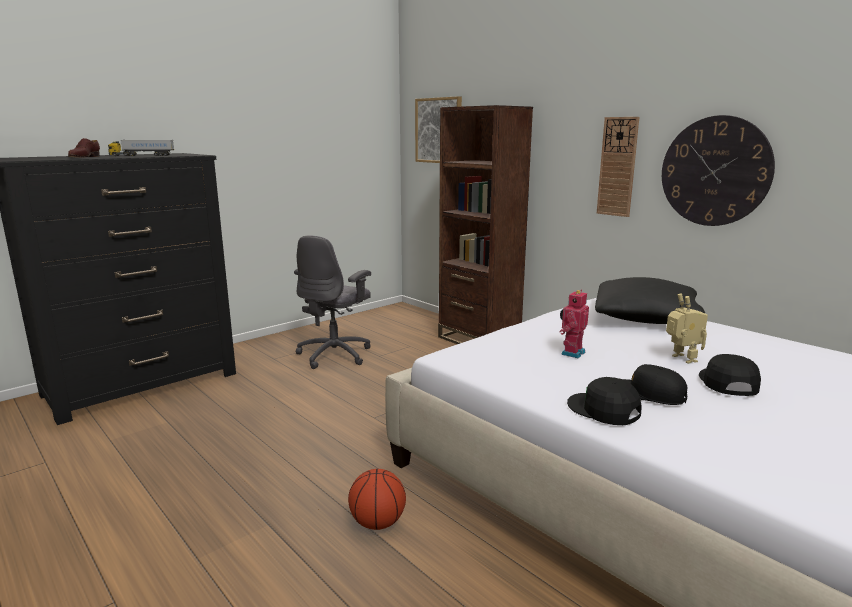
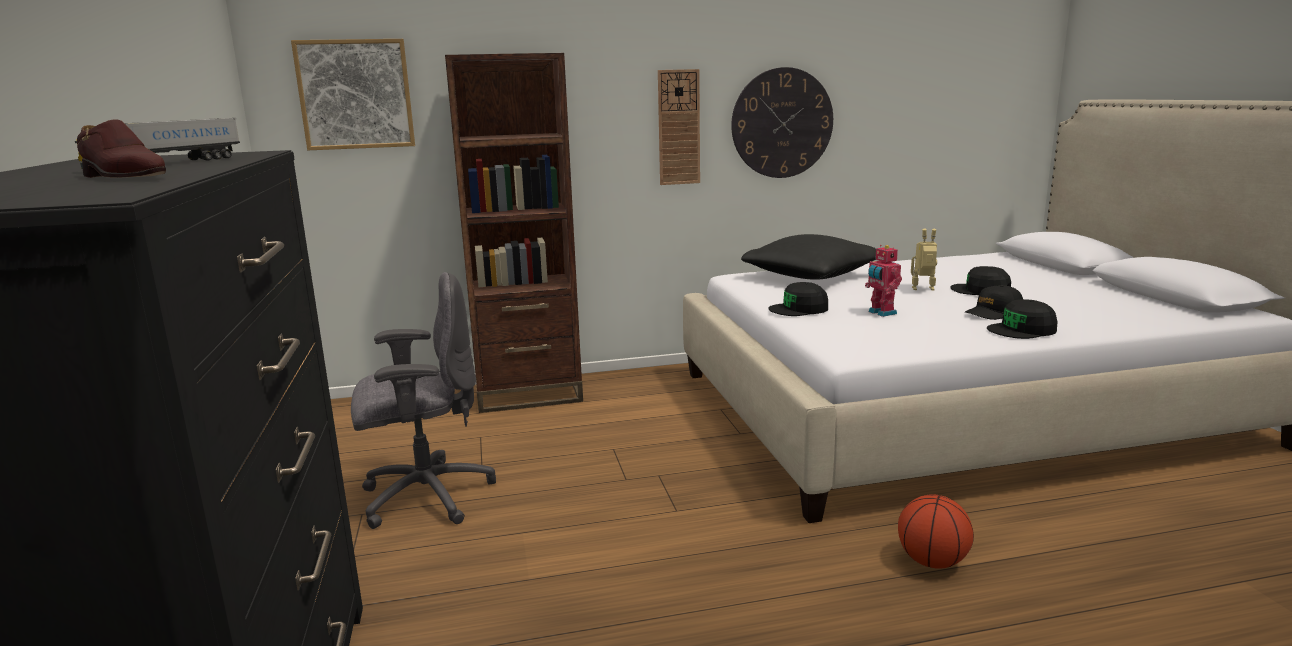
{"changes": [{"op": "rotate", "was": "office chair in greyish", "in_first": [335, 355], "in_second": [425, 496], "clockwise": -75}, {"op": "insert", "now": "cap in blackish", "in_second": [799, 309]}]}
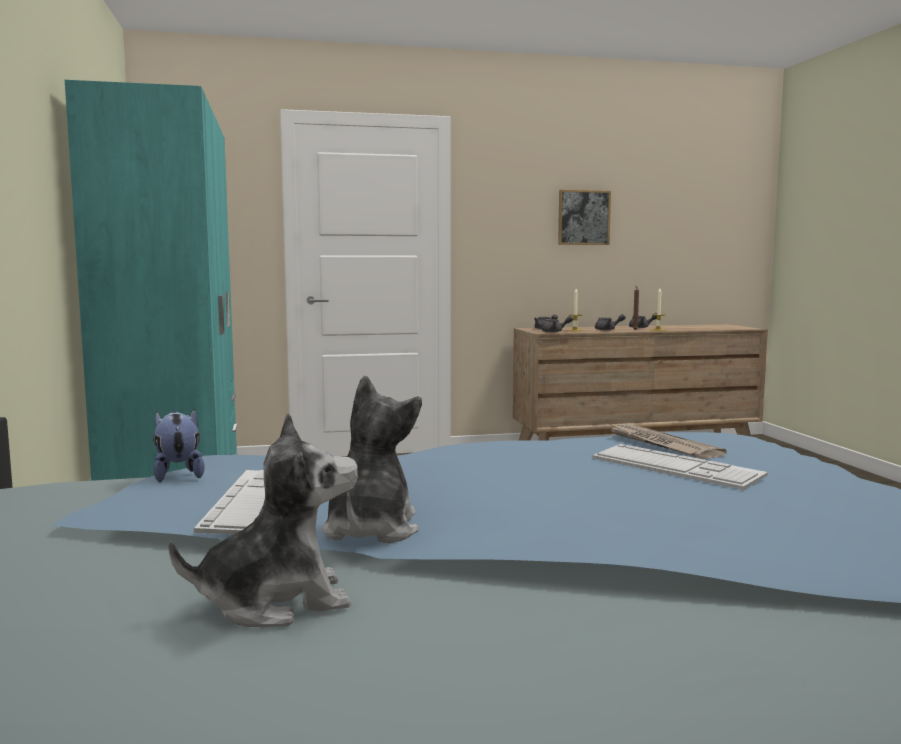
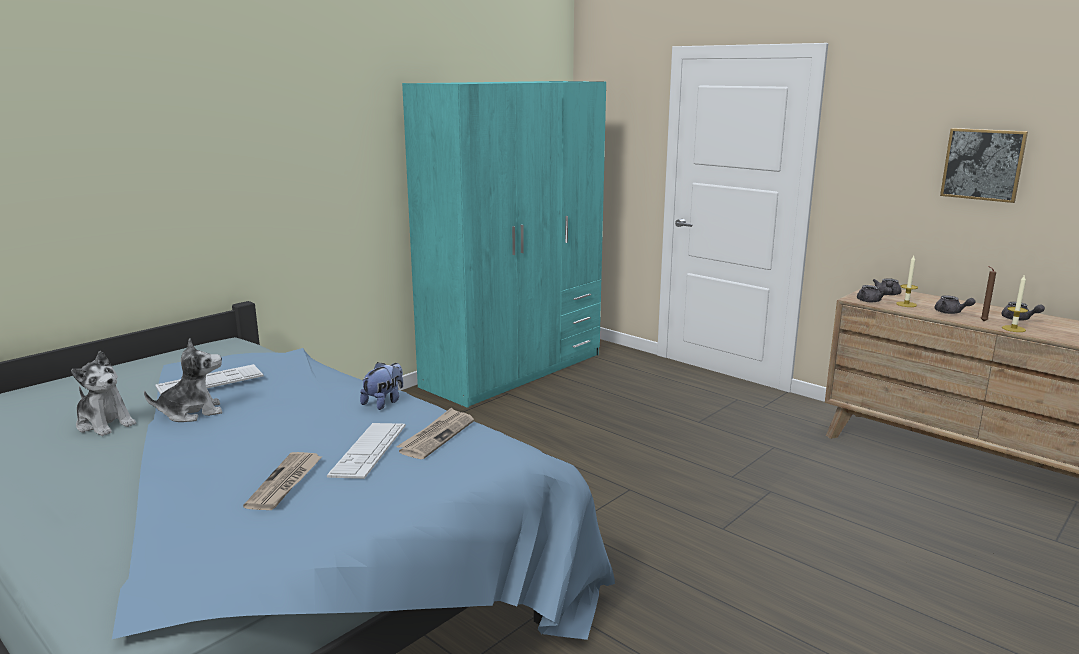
{"changes": [{"op": "move", "was": "cuddly toy", "in_first": [178, 474], "in_second": [384, 402]}, {"op": "insert", "now": "printed paper", "in_second": [285, 483]}]}
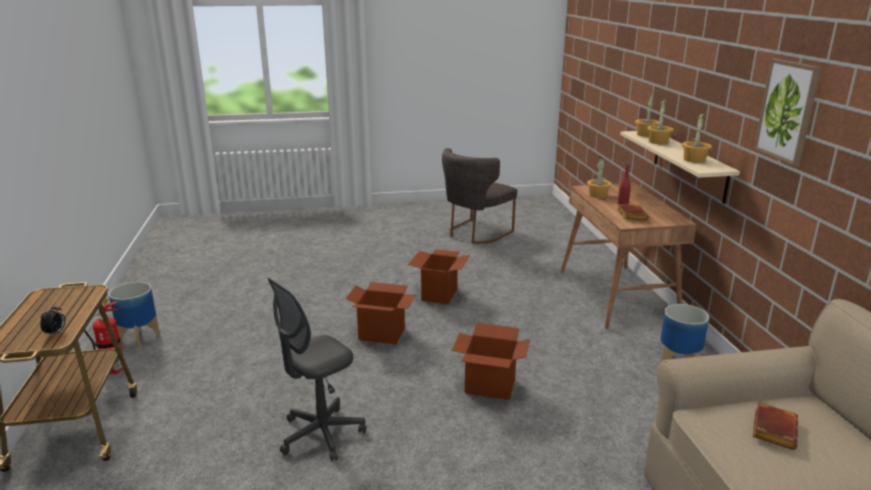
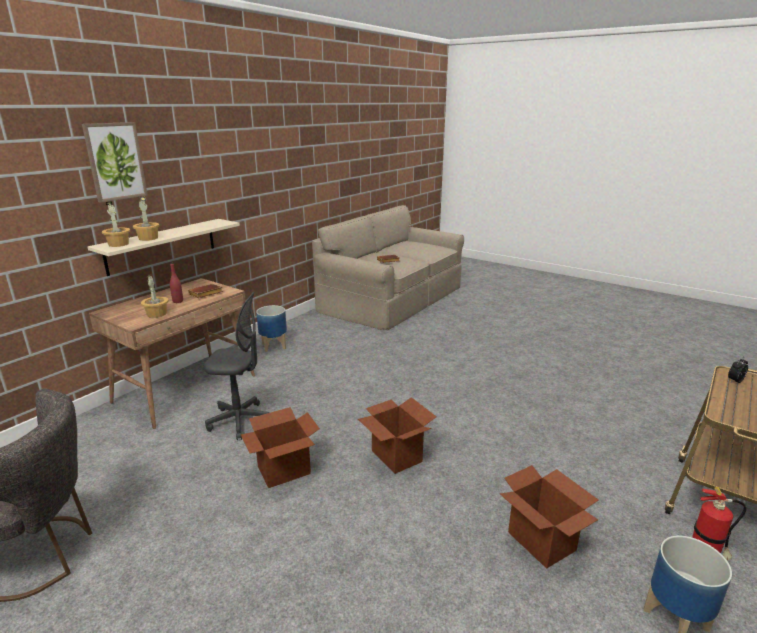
{"changes": [{"op": "move", "was": "office chair in greyish", "in_first": [321, 434], "in_second": [240, 421]}, {"op": "move", "was": "cardboard box", "in_first": [489, 386], "in_second": [541, 541]}, {"op": "delete", "was": "plant in a pot", "in_first": [694, 160]}, {"op": "move", "was": "picture", "in_first": [787, 111], "in_second": [115, 161]}]}
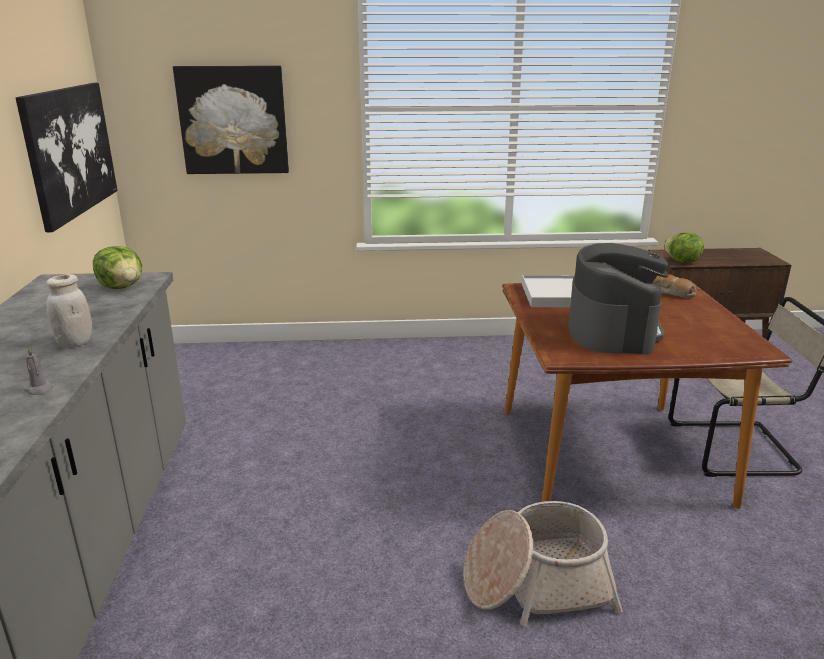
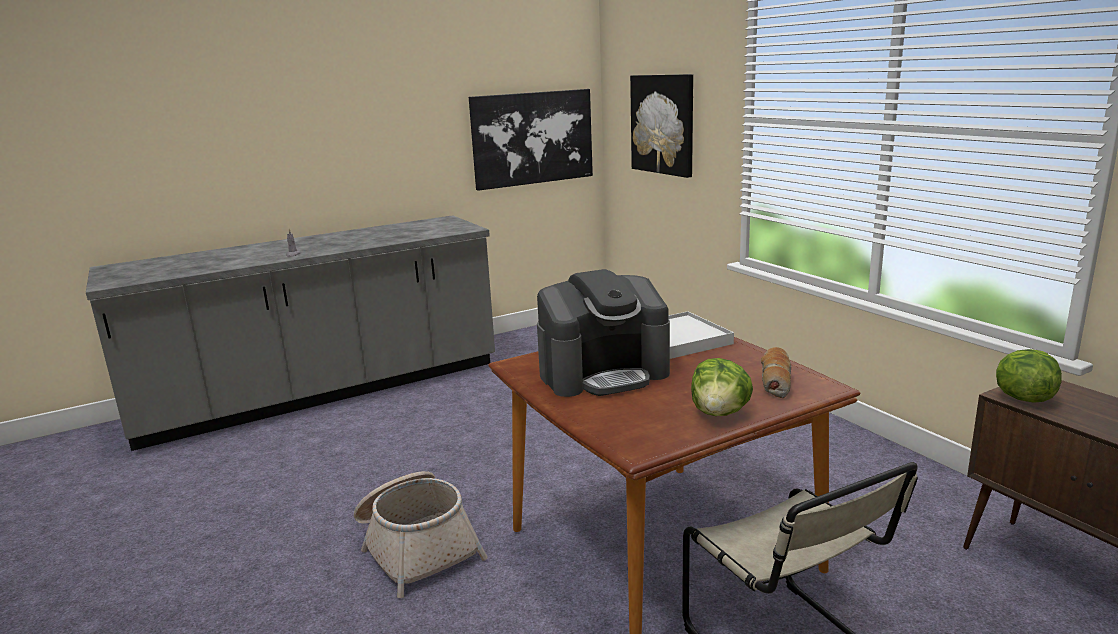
{"changes": [{"op": "delete", "was": "storage jar in whitish", "in_first": [75, 343]}, {"op": "move", "was": "lettuce head", "in_first": [122, 287], "in_second": [720, 413]}]}
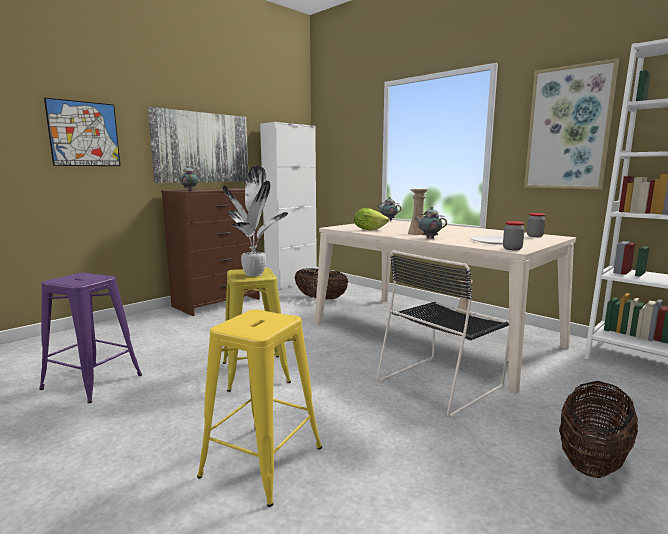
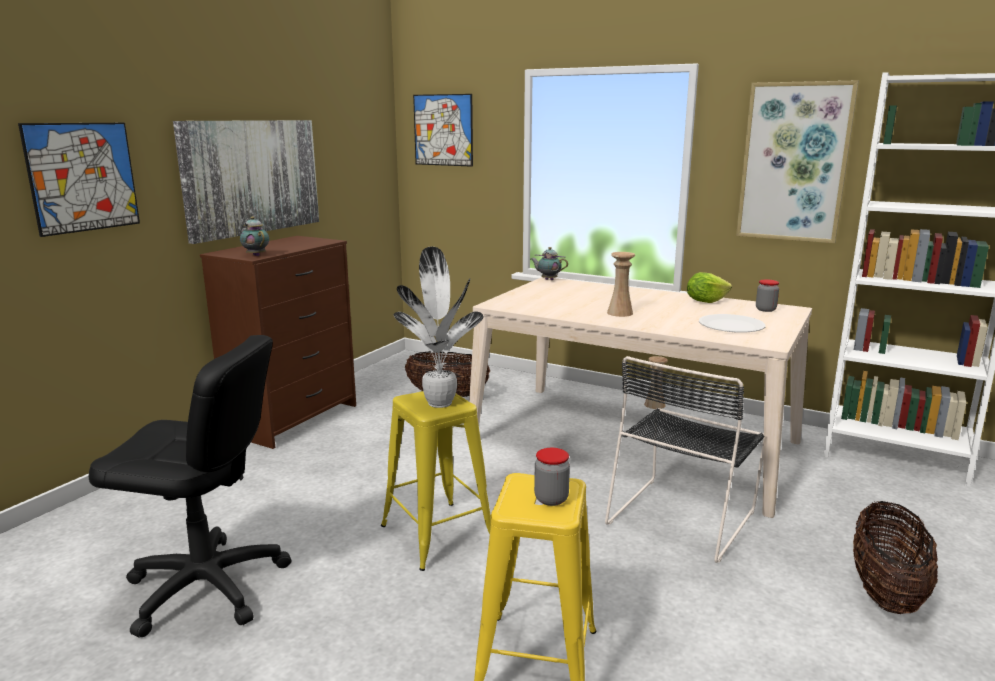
{"changes": [{"op": "replace", "was": "stool seat in purplish", "now": "office chair in blackish", "in_first": [92, 382], "in_second": [206, 587]}, {"op": "delete", "was": "cupboard in whitish", "in_first": [291, 283]}, {"op": "move", "was": "lettuce head", "in_first": [369, 229], "in_second": [705, 301]}, {"op": "delete", "was": "pot for tea", "in_first": [429, 238]}, {"op": "move", "was": "storage jar", "in_first": [512, 249], "in_second": [551, 499]}, {"op": "insert", "now": "picture", "in_second": [443, 130]}]}
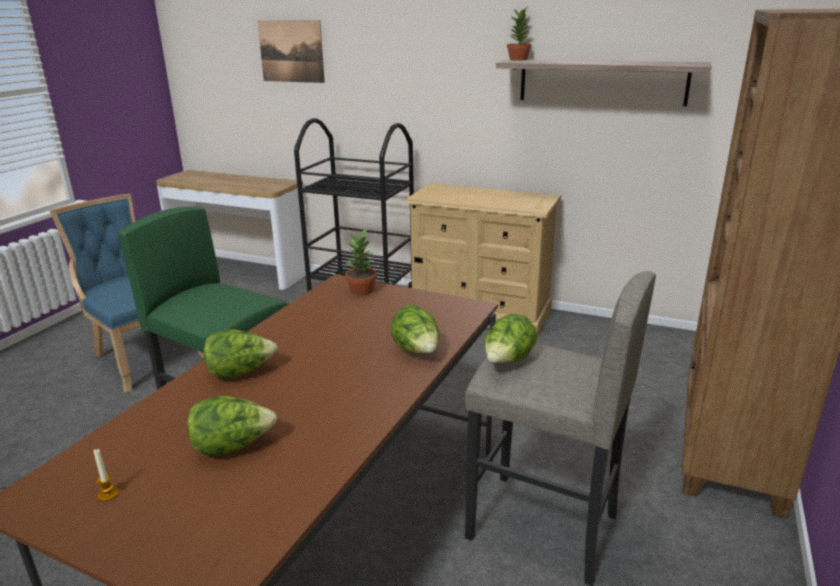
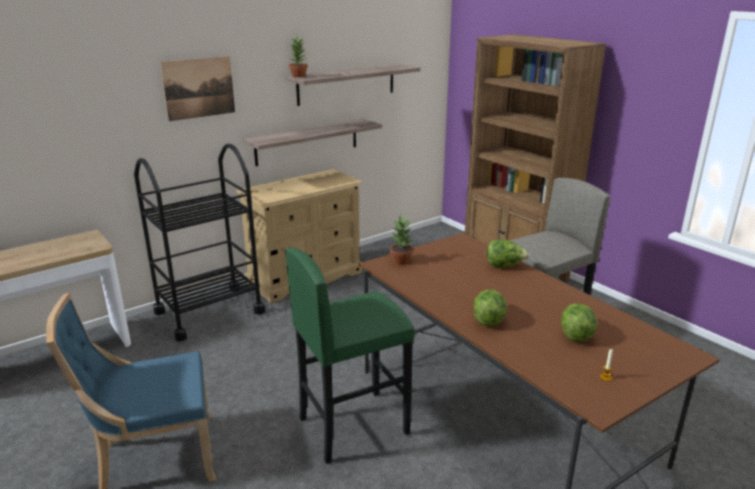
{"changes": [{"op": "move", "was": "picture", "in_first": [291, 51], "in_second": [199, 88]}, {"op": "delete", "was": "lettuce head", "in_first": [508, 362]}, {"op": "insert", "now": "shelf", "in_second": [307, 142]}]}
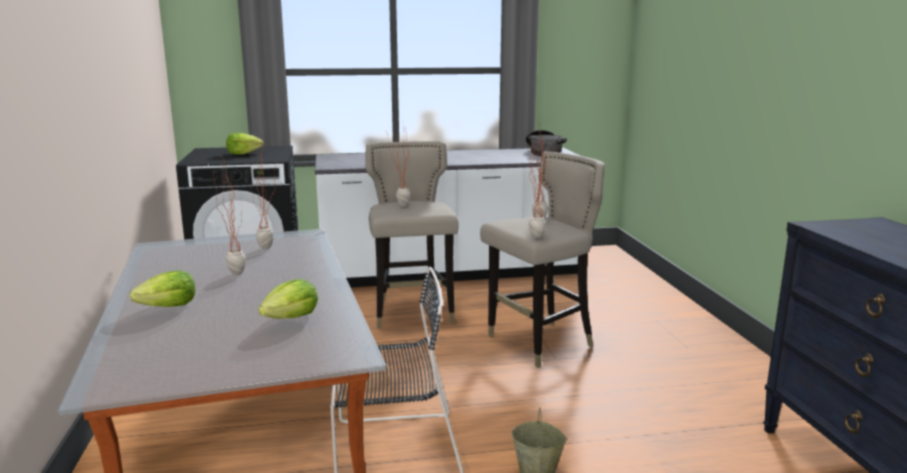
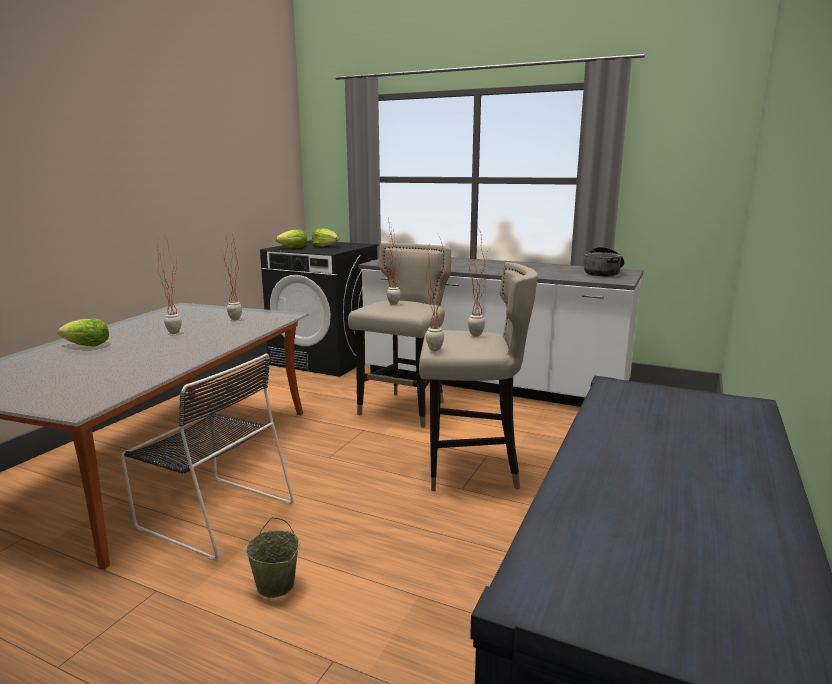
{"changes": [{"op": "move", "was": "lettuce head", "in_first": [291, 318], "in_second": [293, 248]}]}
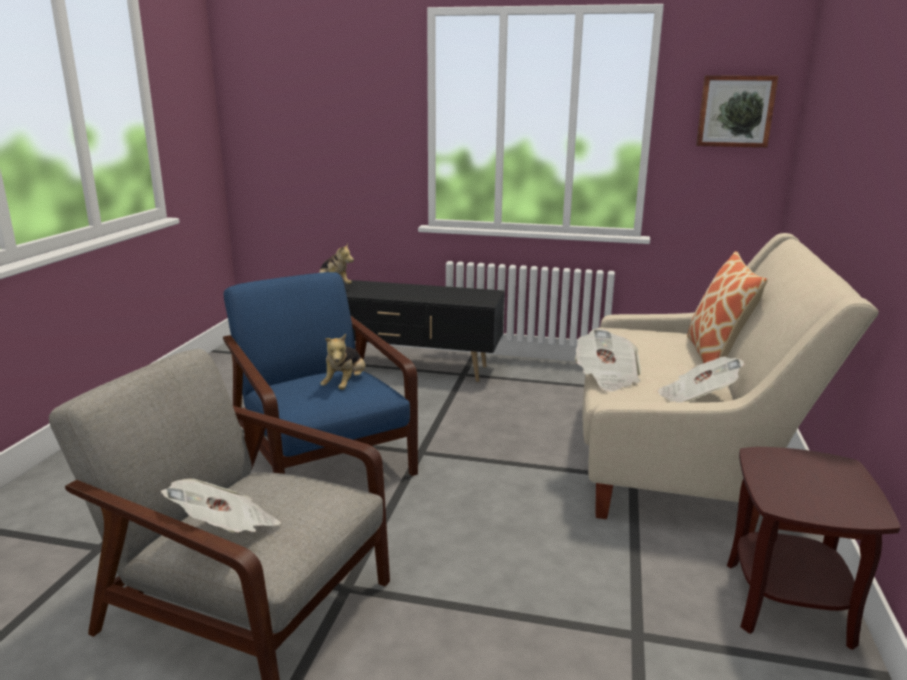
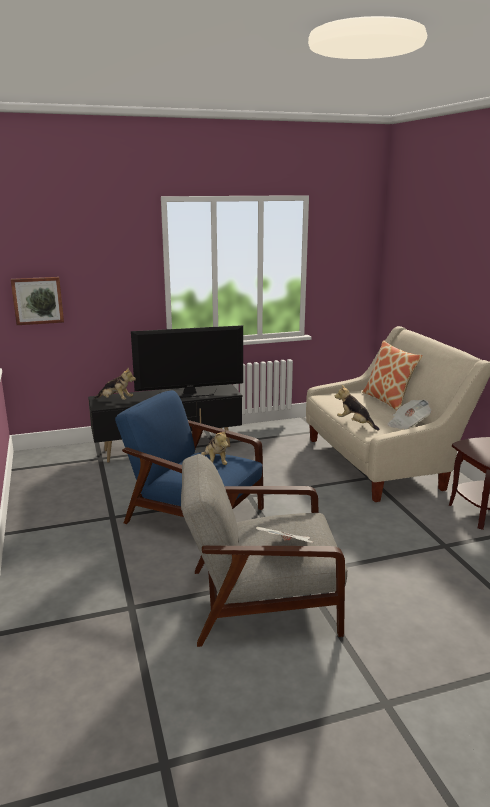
{"changes": [{"op": "replace", "was": "printed paper", "now": "cuddly toy", "in_first": [606, 377], "in_second": [355, 424]}, {"op": "move", "was": "picture", "in_first": [735, 111], "in_second": [37, 300]}, {"op": "insert", "now": "TV set", "in_second": [189, 393]}]}
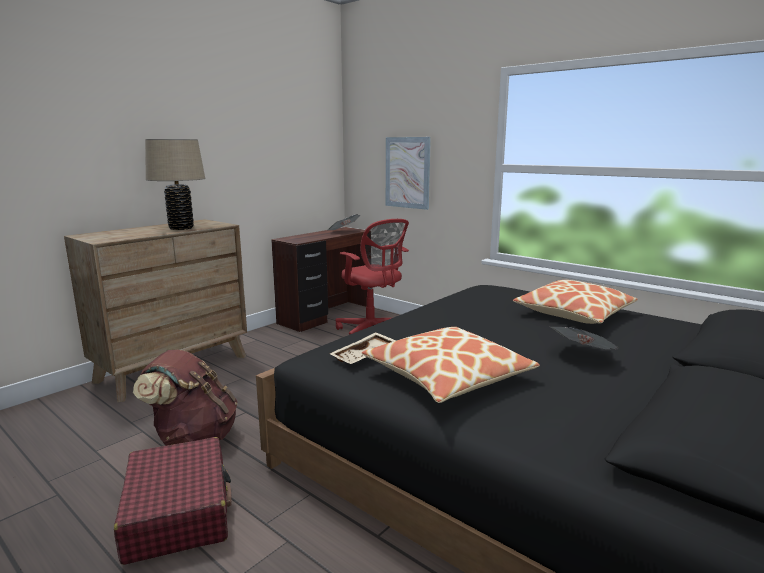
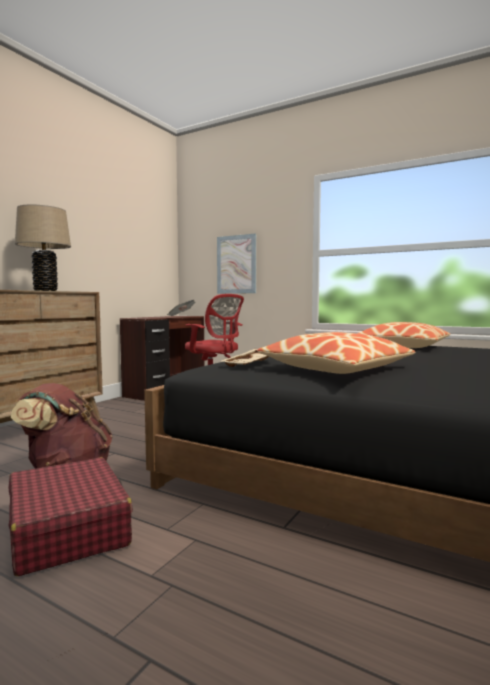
{"changes": [{"op": "delete", "was": "printed paper", "in_first": [583, 355]}]}
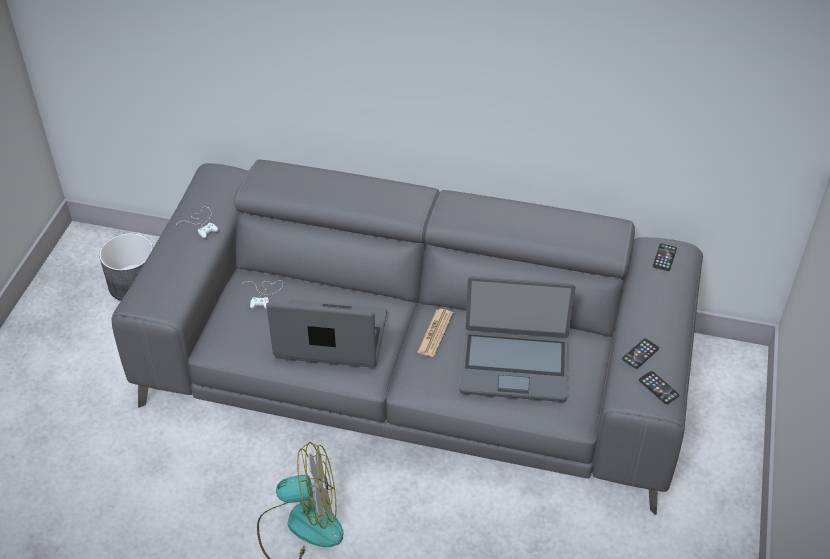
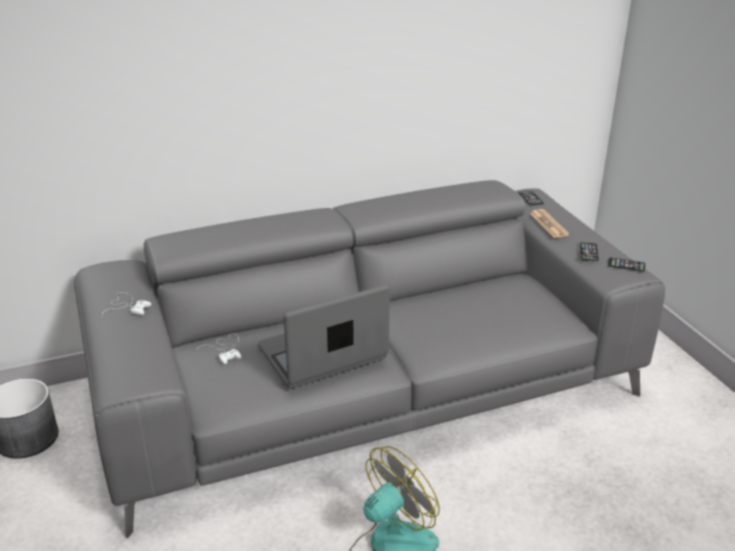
{"changes": [{"op": "move", "was": "printed paper", "in_first": [435, 333], "in_second": [548, 224]}, {"op": "delete", "was": "laptop", "in_first": [514, 365]}]}
